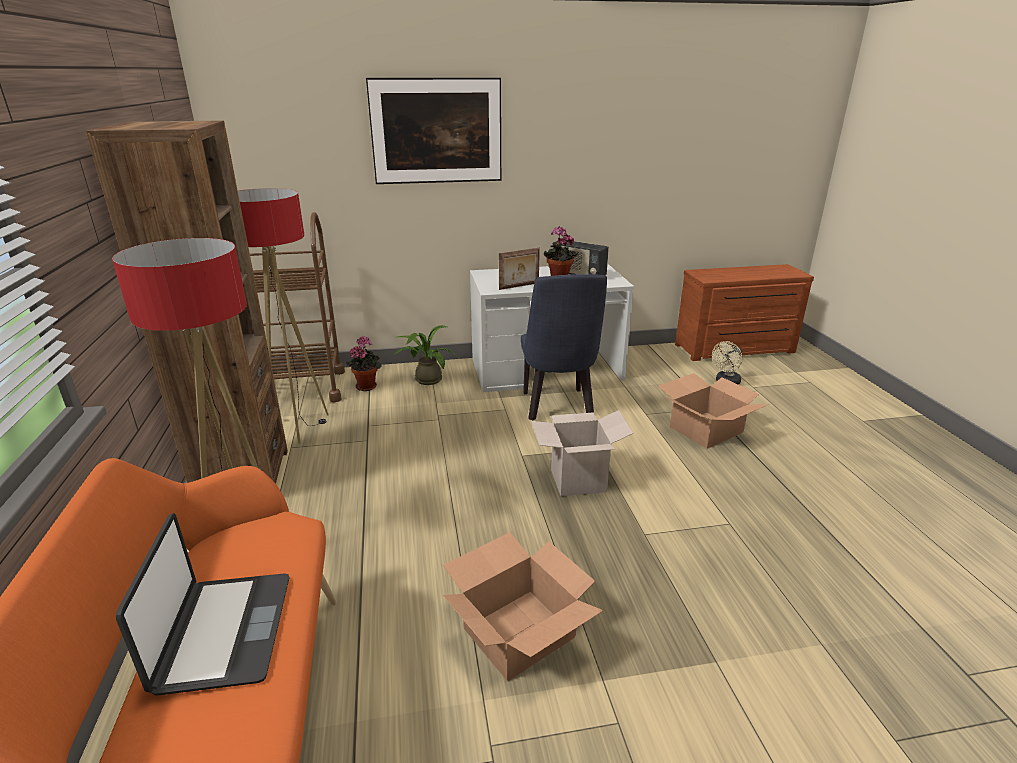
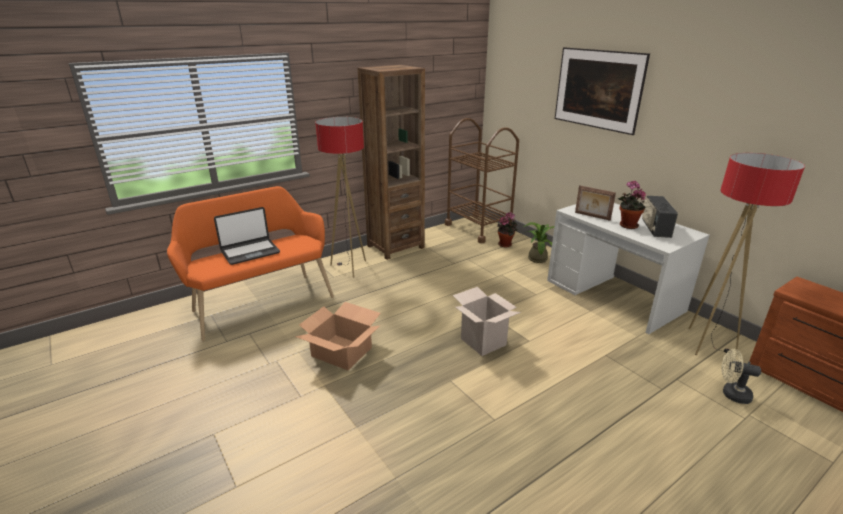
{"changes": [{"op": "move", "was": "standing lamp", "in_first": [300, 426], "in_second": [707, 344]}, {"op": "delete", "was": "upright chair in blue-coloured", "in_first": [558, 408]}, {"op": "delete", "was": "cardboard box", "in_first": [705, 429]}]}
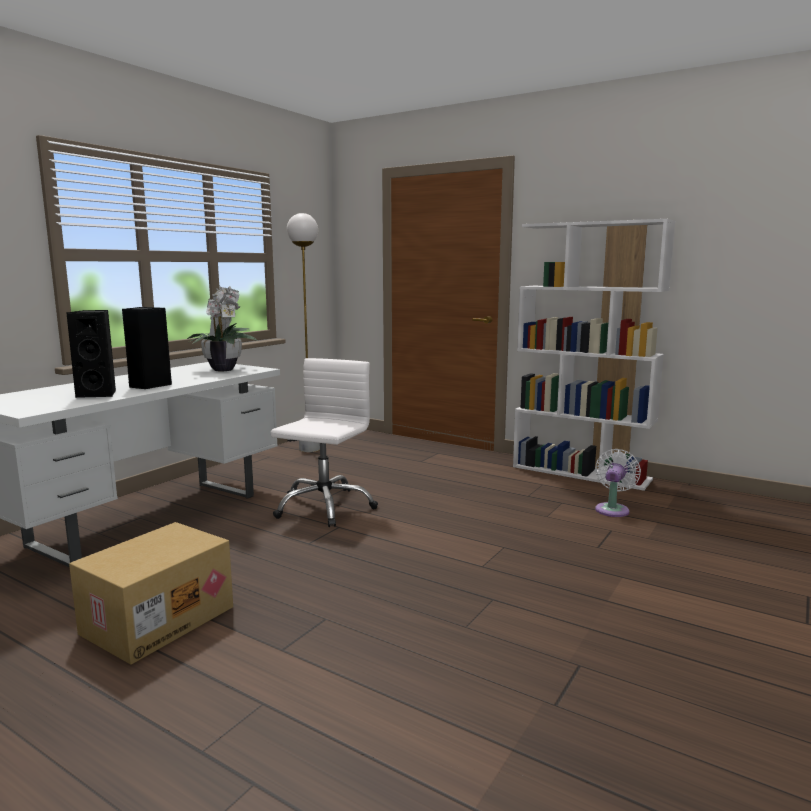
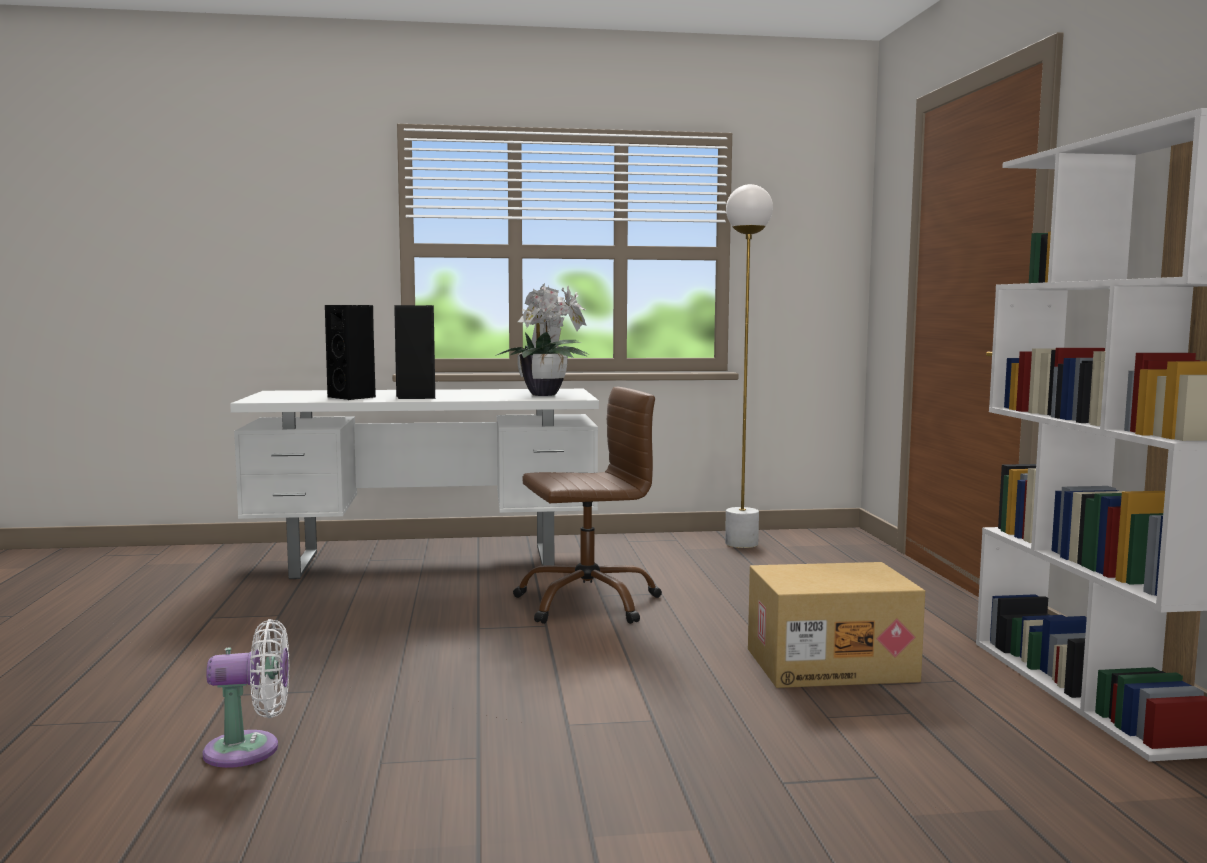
{"changes": [{"op": "move", "was": "cardboard box", "in_first": [158, 619], "in_second": [830, 664]}, {"op": "recolor", "was": "office chair in whitish", "now": "office chair in brown-coloured", "in_first": [324, 507], "in_second": [587, 603]}, {"op": "move", "was": "fan in whitish", "in_first": [613, 509], "in_second": [250, 750]}]}
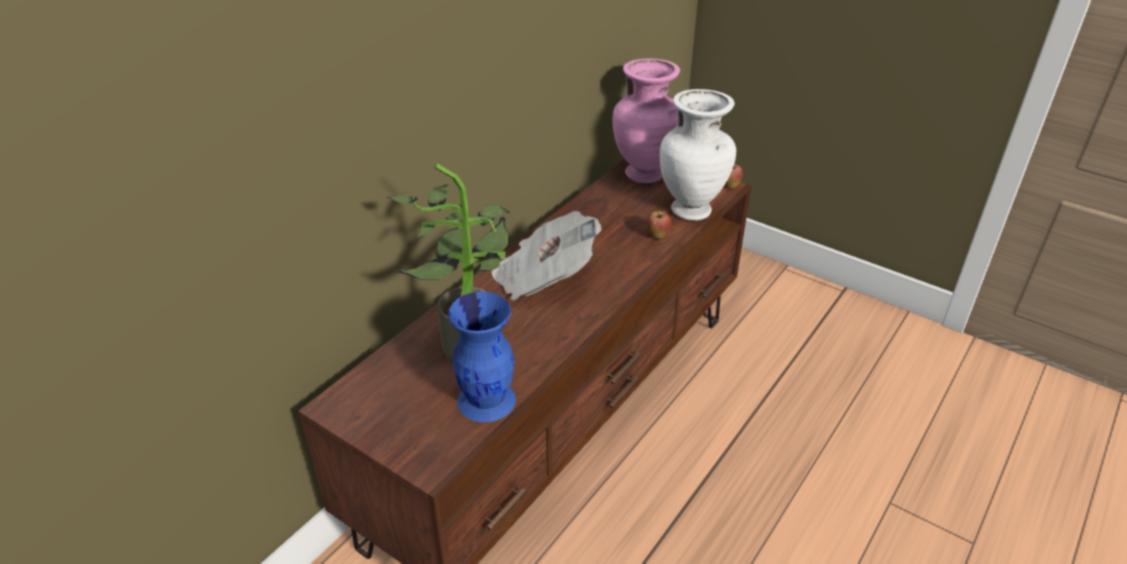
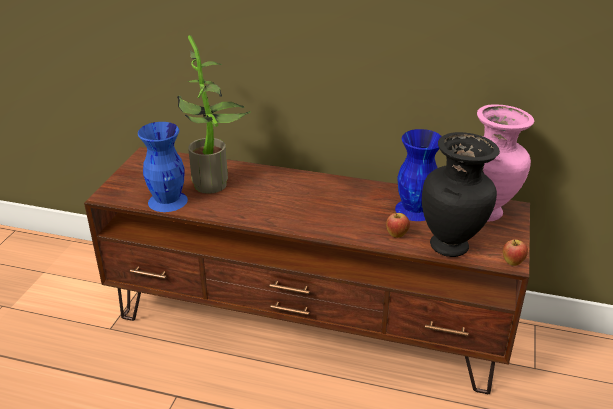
{"changes": [{"op": "delete", "was": "printed paper", "in_first": [544, 277]}, {"op": "recolor", "was": "flower vase in whitish", "now": "flower vase in blackish", "in_first": [692, 210], "in_second": [451, 247]}, {"op": "insert", "now": "flower vase in blue-coloured", "in_second": [416, 210]}]}
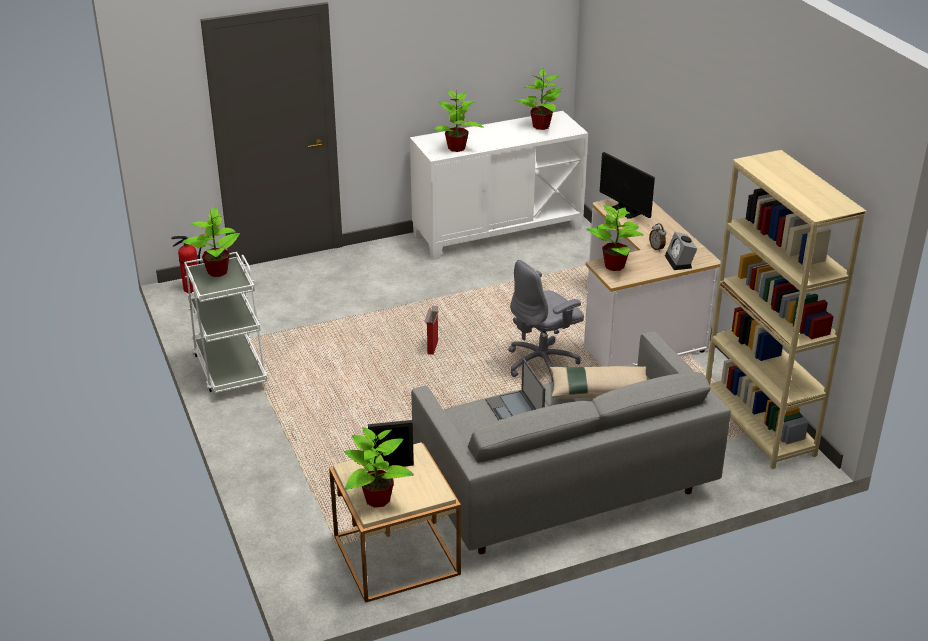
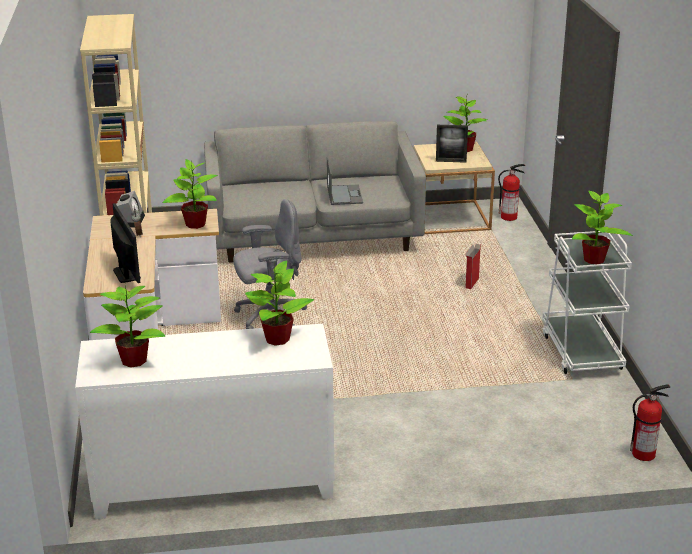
{"changes": [{"op": "move", "was": "cardboard box", "in_first": [432, 347], "in_second": [472, 284]}, {"op": "delete", "was": "throw pillow in beige-coloured", "in_first": [599, 390]}, {"op": "insert", "now": "fire extinguisher", "in_second": [509, 217]}]}
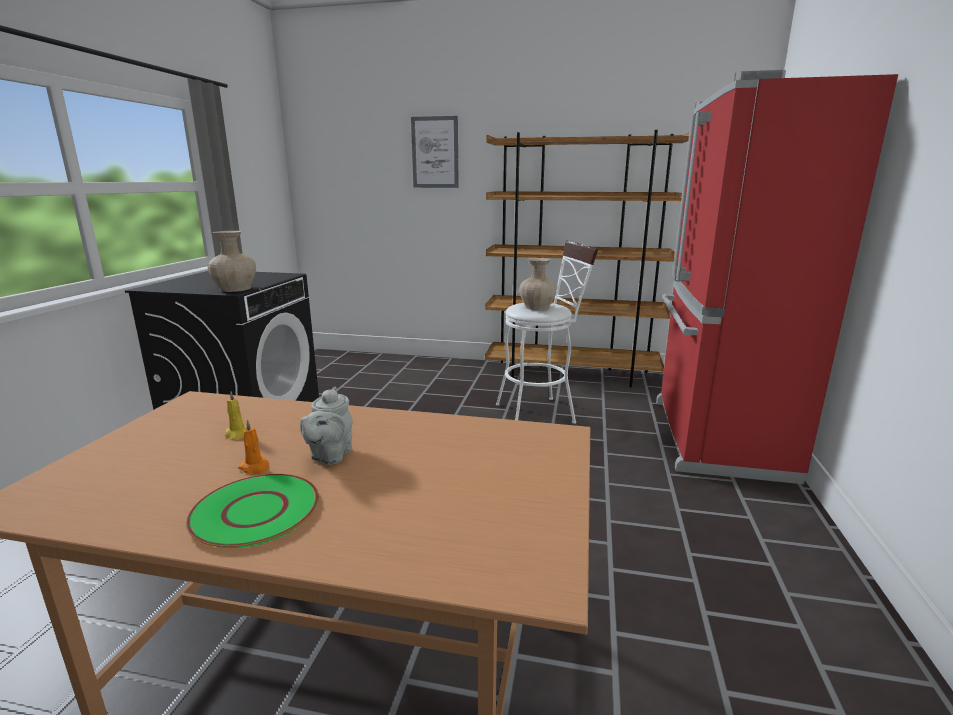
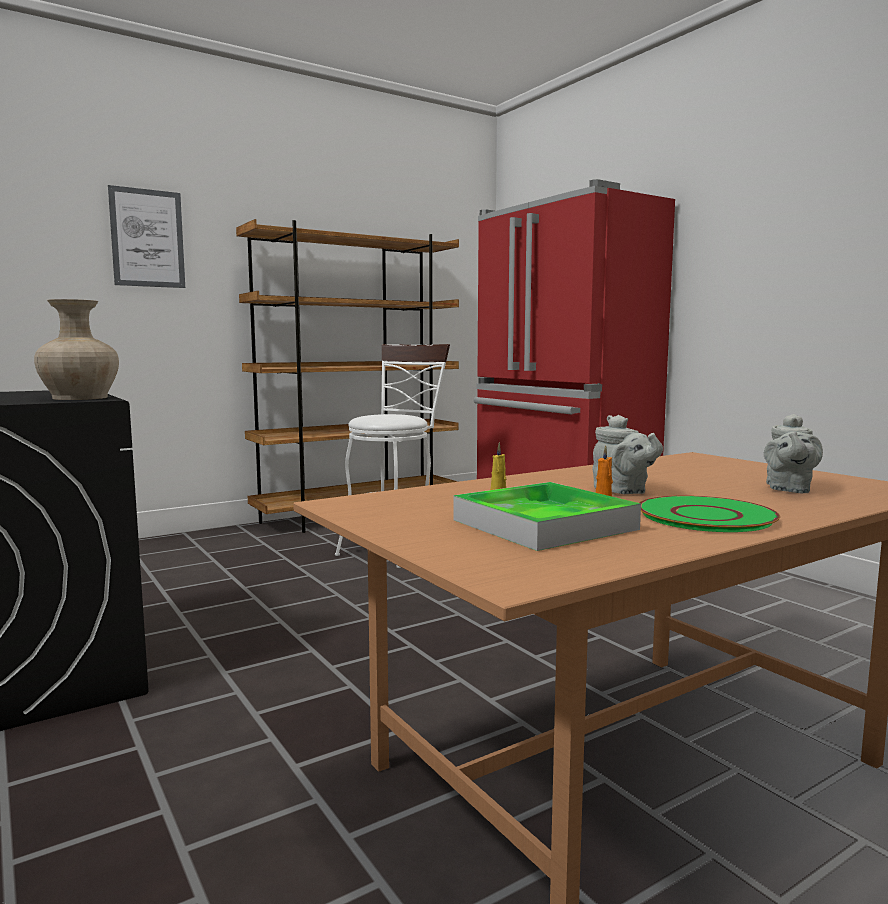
{"changes": [{"op": "delete", "was": "flower vase in beige-coloured", "in_first": [536, 307]}, {"op": "insert", "now": "carrying tray", "in_second": [544, 524]}, {"op": "insert", "now": "pot for tea in greyish", "in_second": [788, 489]}]}
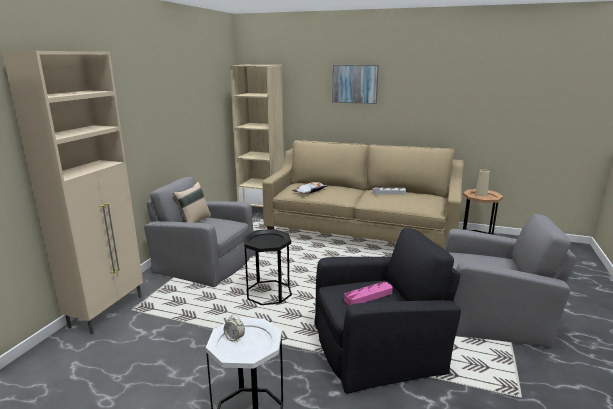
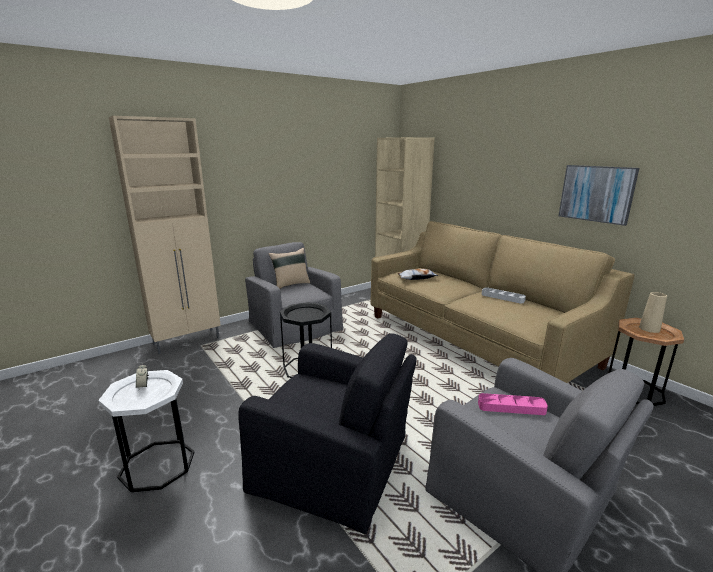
{"changes": [{"op": "move", "was": "picture", "in_first": [355, 84], "in_second": [596, 193]}, {"op": "move", "was": "carrying tray in pink", "in_first": [368, 296], "in_second": [511, 407]}]}
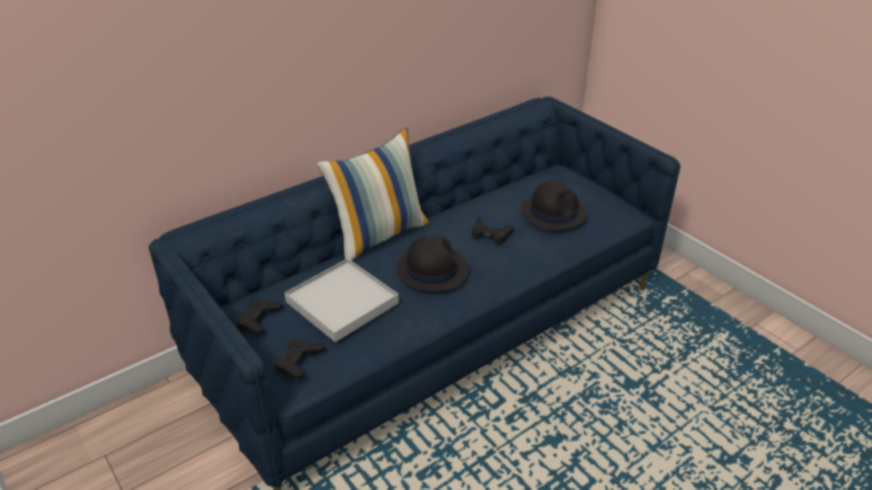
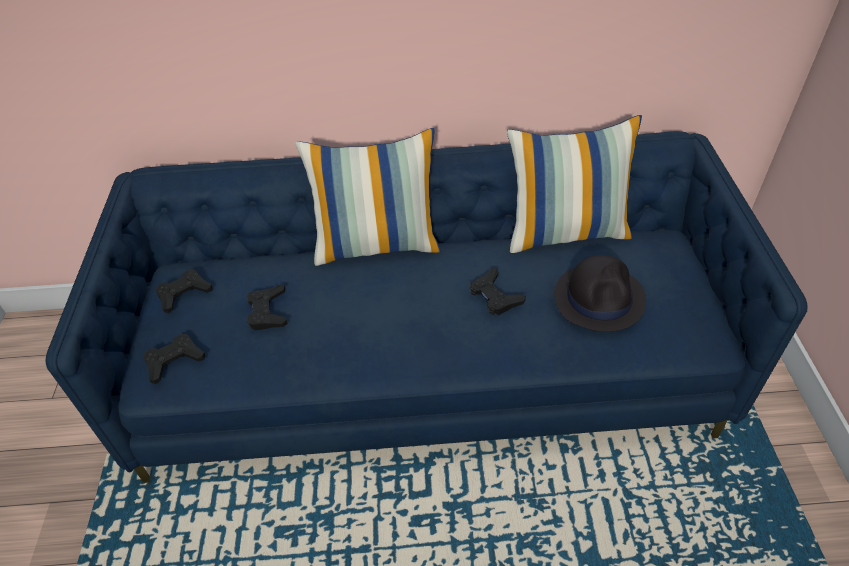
{"changes": [{"op": "replace", "was": "carrying tray in whitish", "now": "game controller in blackish", "in_first": [341, 302], "in_second": [267, 312]}, {"op": "delete", "was": "wearable hat in blackish", "in_first": [432, 269]}, {"op": "insert", "now": "throw pillow", "in_second": [566, 232]}]}
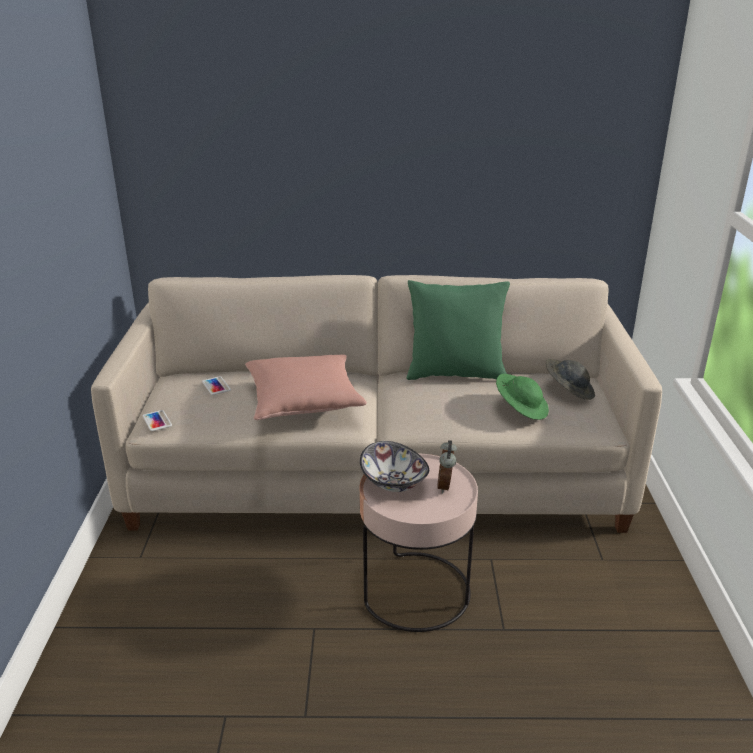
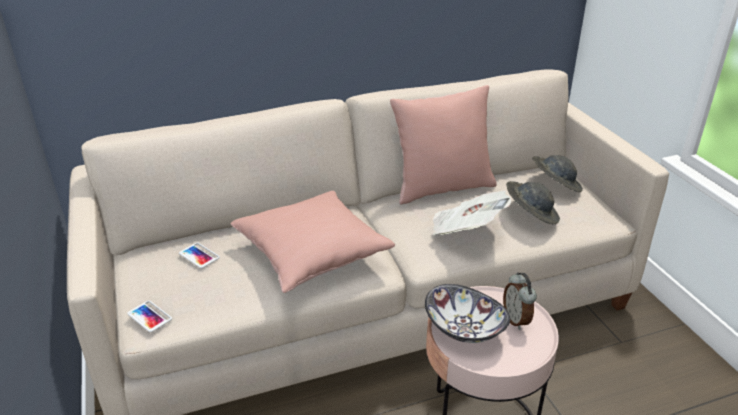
{"changes": [{"op": "recolor", "was": "throw pillow in green-coloured", "now": "throw pillow in pink", "in_first": [455, 373], "in_second": [442, 188]}, {"op": "recolor", "was": "wearable hat in green-coloured", "now": "wearable hat in greyish", "in_first": [521, 409], "in_second": [530, 214]}, {"op": "insert", "now": "printed paper", "in_second": [466, 230]}]}
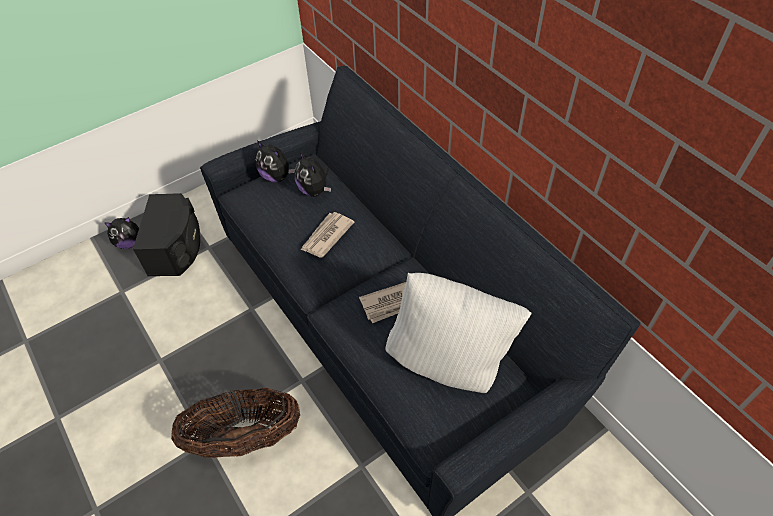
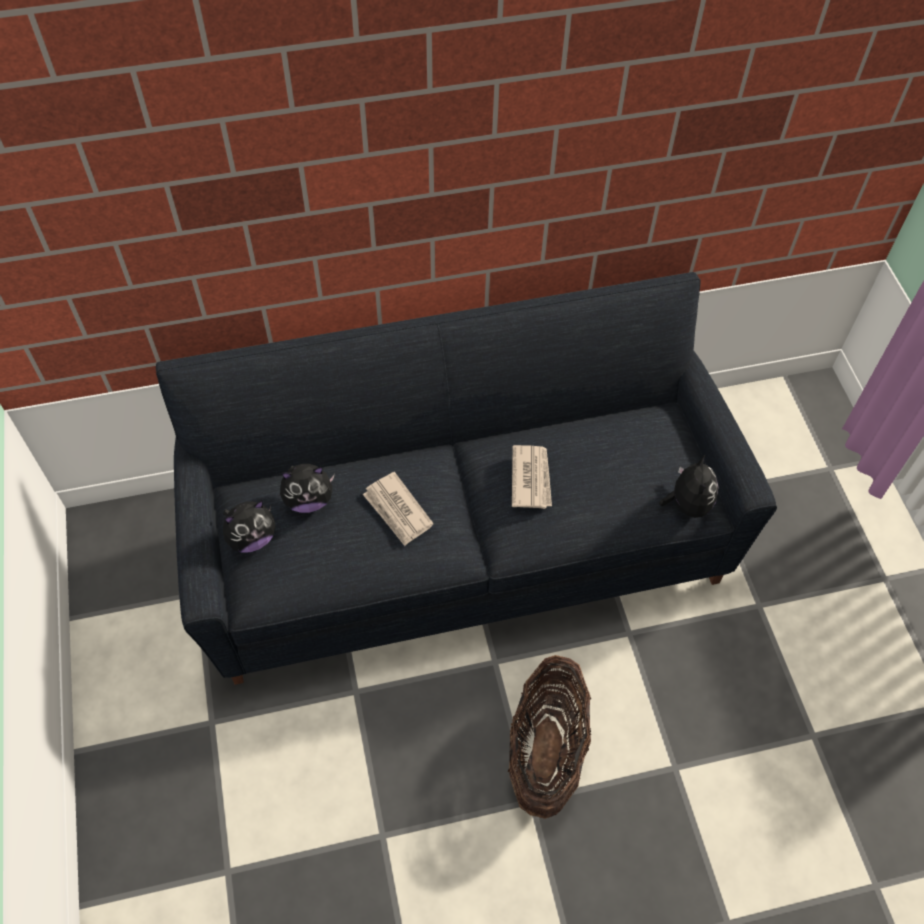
{"changes": [{"op": "move", "was": "cuddly toy", "in_first": [130, 243], "in_second": [687, 504]}, {"op": "delete", "was": "speaker in blackish", "in_first": [176, 248]}, {"op": "delete", "was": "throw pillow in whitish", "in_first": [449, 362]}]}
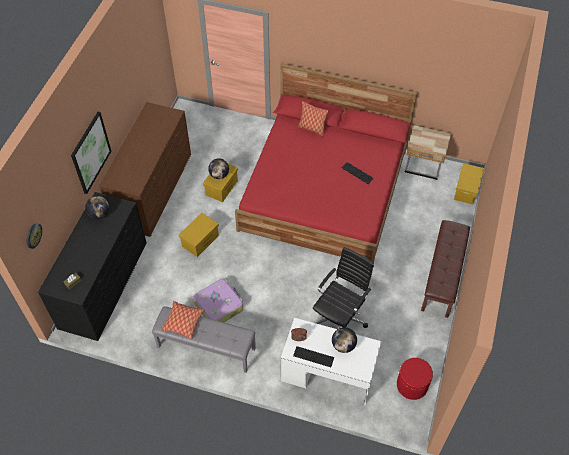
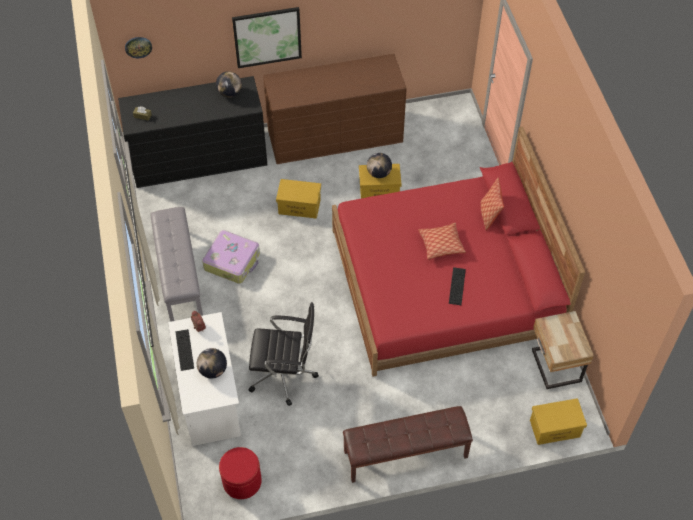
{"changes": [{"op": "move", "was": "throw pillow", "in_first": [183, 322], "in_second": [441, 244]}]}
